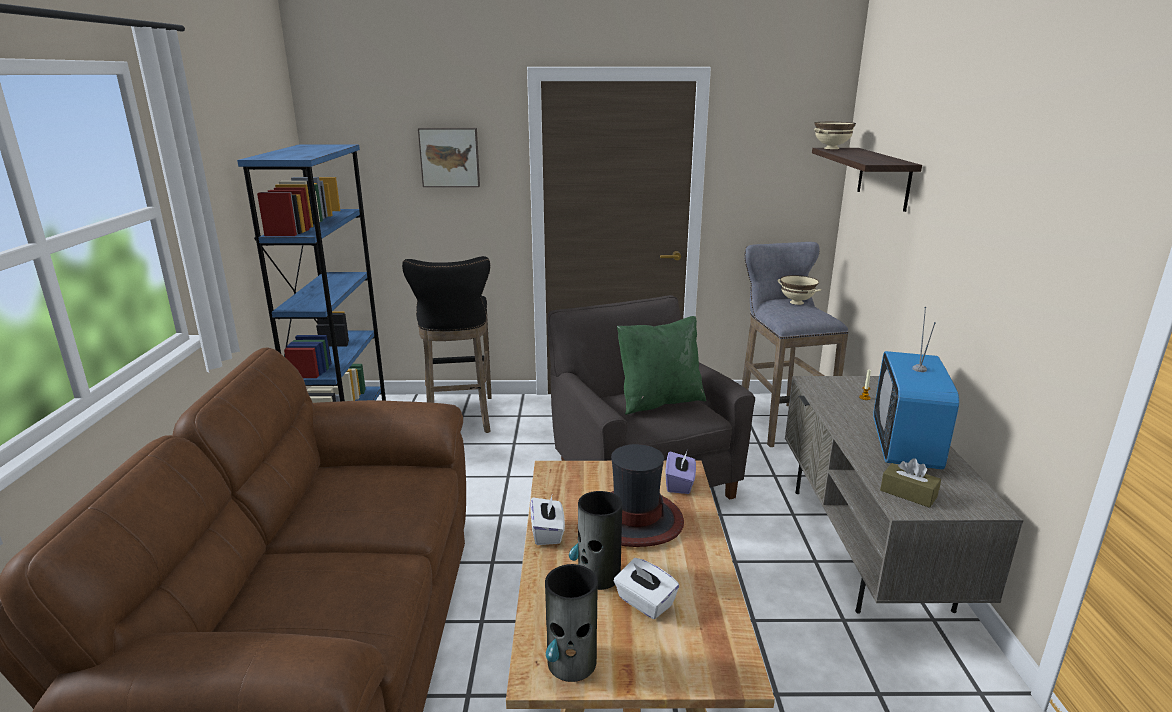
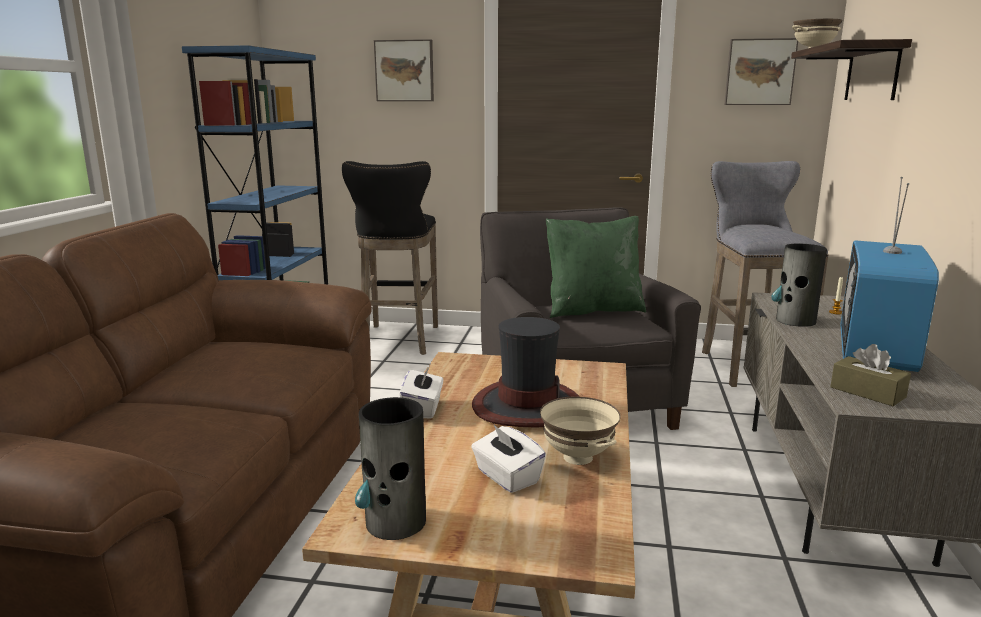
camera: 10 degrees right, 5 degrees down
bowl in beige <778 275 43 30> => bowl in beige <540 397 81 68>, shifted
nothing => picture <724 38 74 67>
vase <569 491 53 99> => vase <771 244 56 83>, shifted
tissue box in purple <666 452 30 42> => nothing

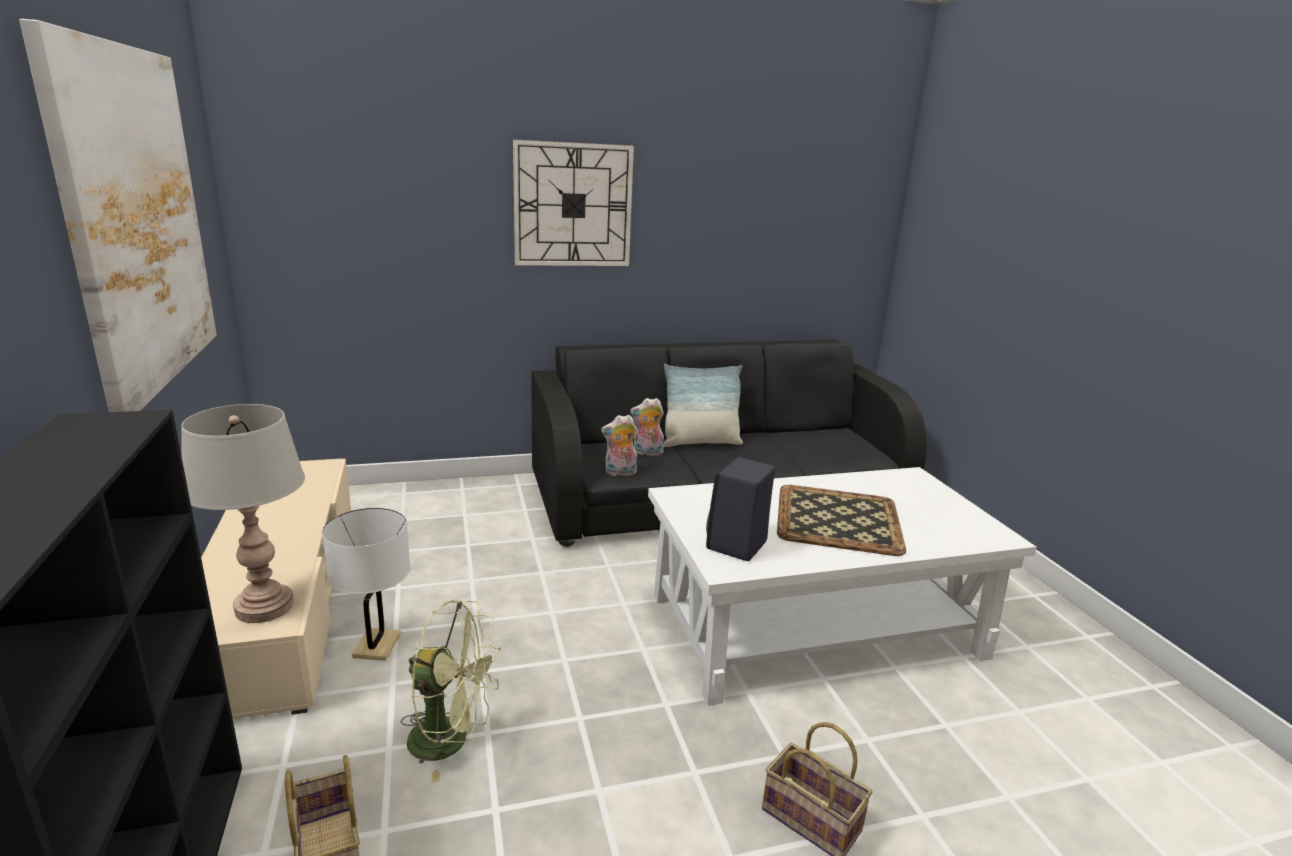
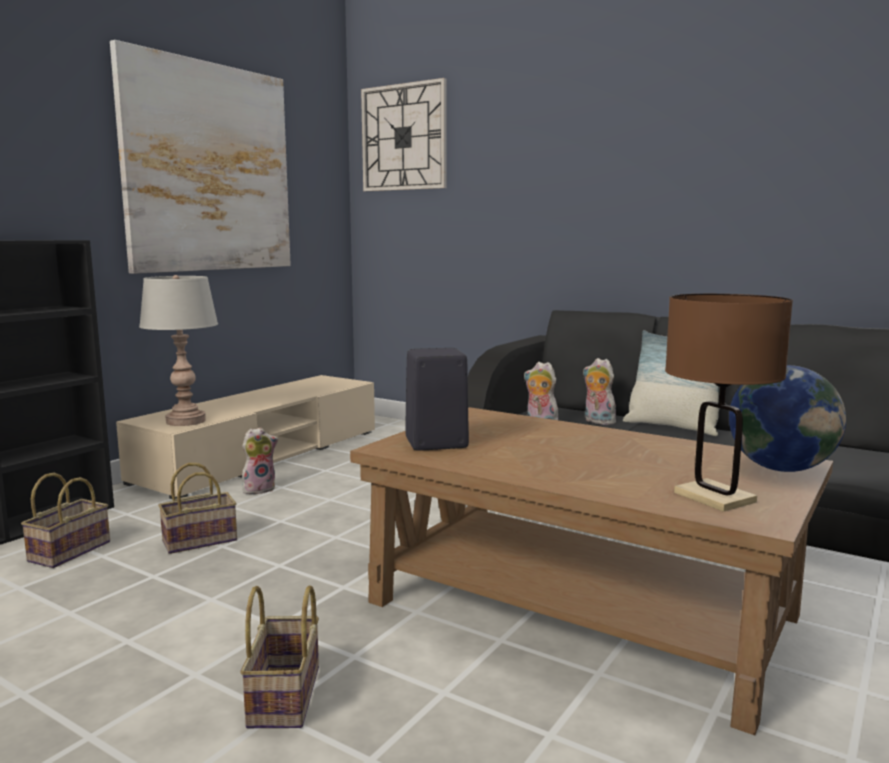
camera: 50 degrees right, 10 degrees down
fan in green <401 600 100 183> => basket <158 463 79 91>
table lamp in white <322 508 88 152> => plush toy <242 427 36 67>
coffee table in white <648 467 389 239> => coffee table in brown <350 407 483 328>
wall clock <513 140 121 126> => wall clock <361 78 85 113>, shifted
nothing => table lamp in brown <665 294 128 218>
nothing => globe <729 365 117 107>
tray <777 485 129 71> => nothing

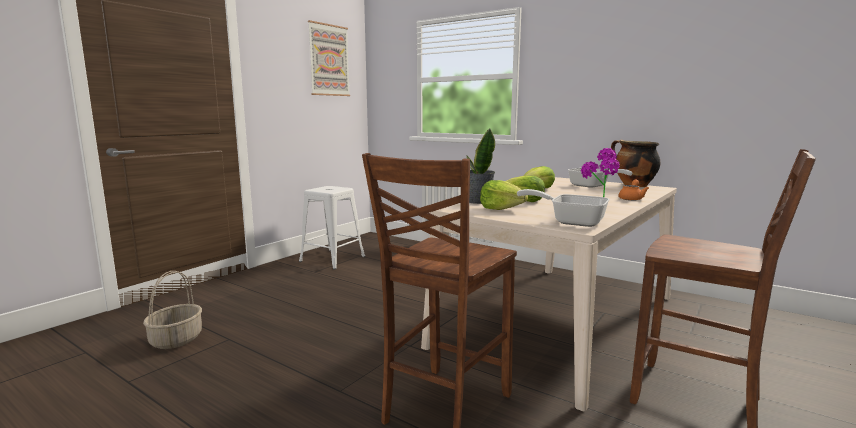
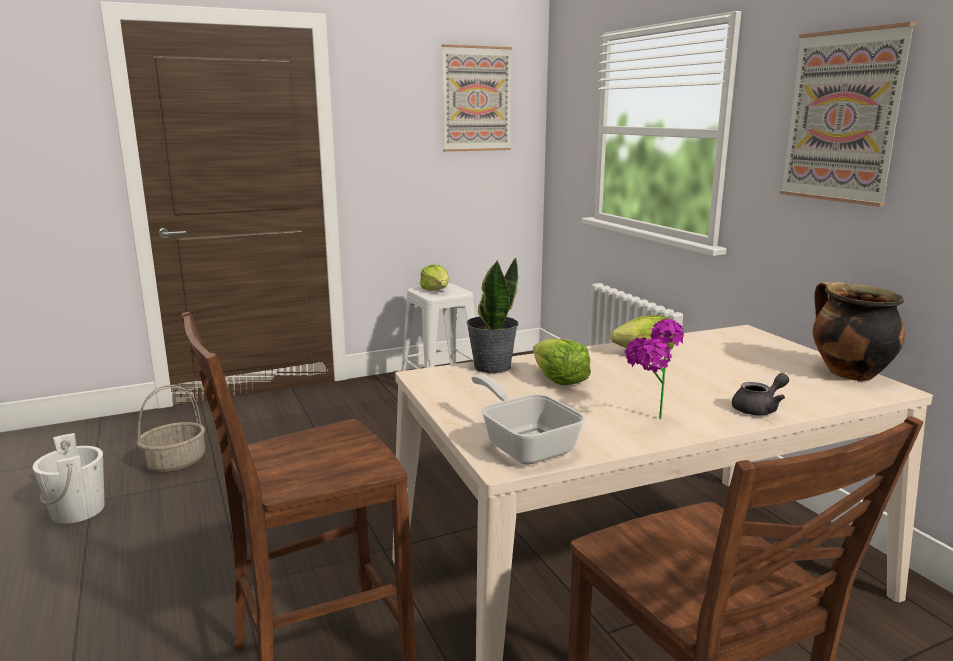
camera: 30 degrees right, 5 degrees up
nothing => bucket in white <33 433 72 91>
lettuce <480 180 48 30> => lettuce <420 265 29 26>, shifted
teapot in orange <618 179 31 22> => teapot in grey <732 373 57 42>
nothing => picture <779 22 137 185>
frying pan <568 168 64 20> => nothing

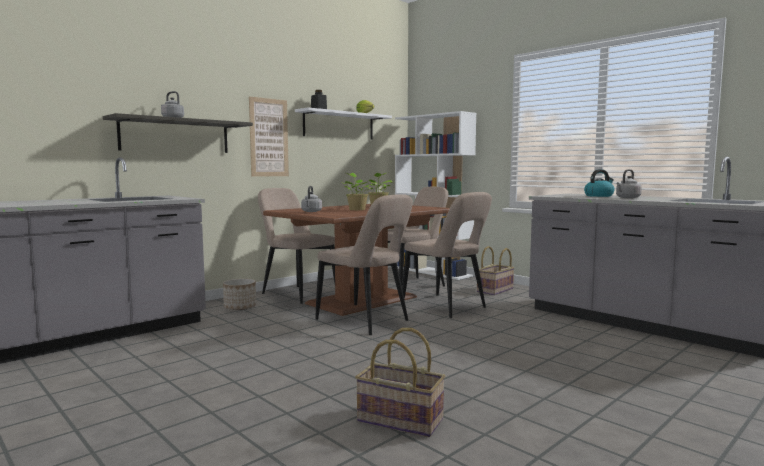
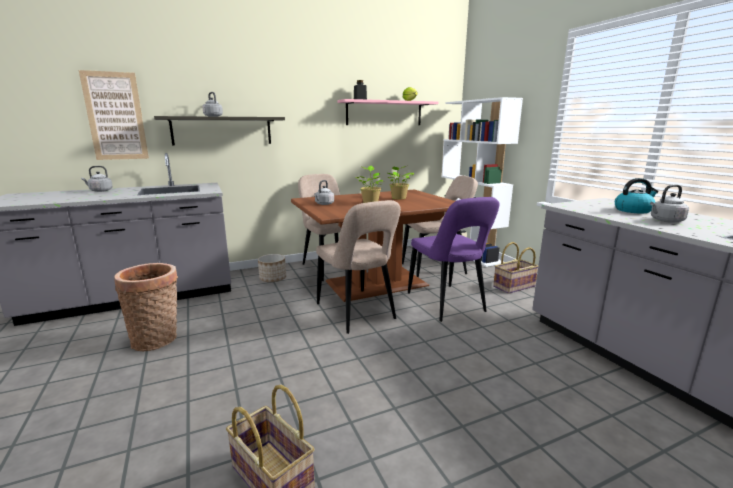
camera: 20 degrees right, 10 degrees up
picture <249 96 40 81> => picture <79 70 70 90>, shifted
nothing => kettle in grey <81 166 32 26>
nothing => basket <114 263 64 88>
shelf in white <295 107 97 33> => shelf in pink <337 99 101 26>
chair in beige <402 192 90 126> => chair in purple <408 197 92 125>

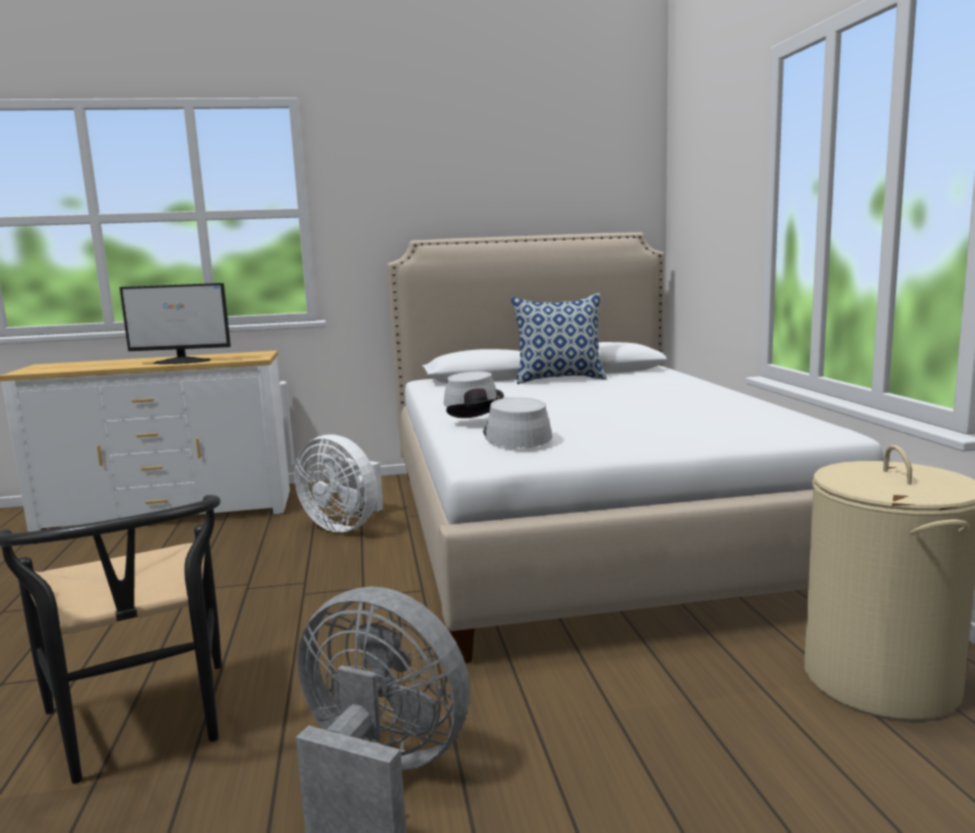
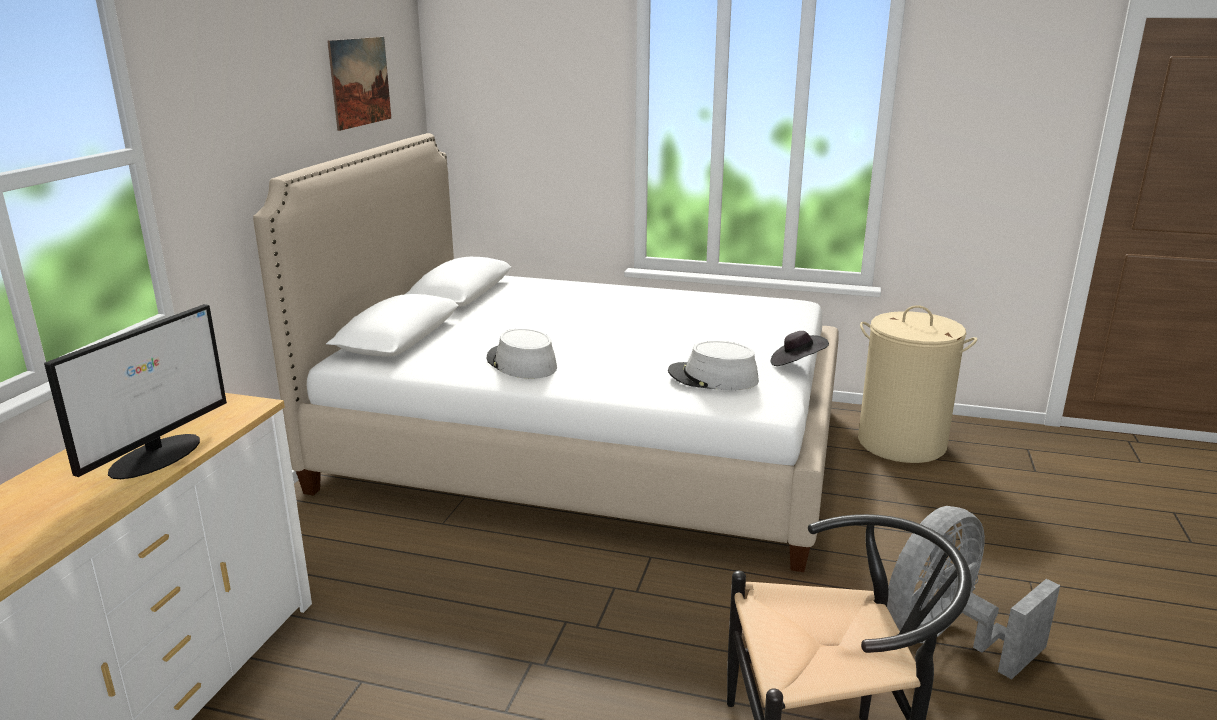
camera: 65 degrees left, 10 degrees up
nothing => picture <327 37 64 94>
hat in black <446 388 52 30> => hat in black <770 331 59 35>, shifted
fan in white <294 435 89 98> => nothing
pillow <511 293 96 91> => nothing

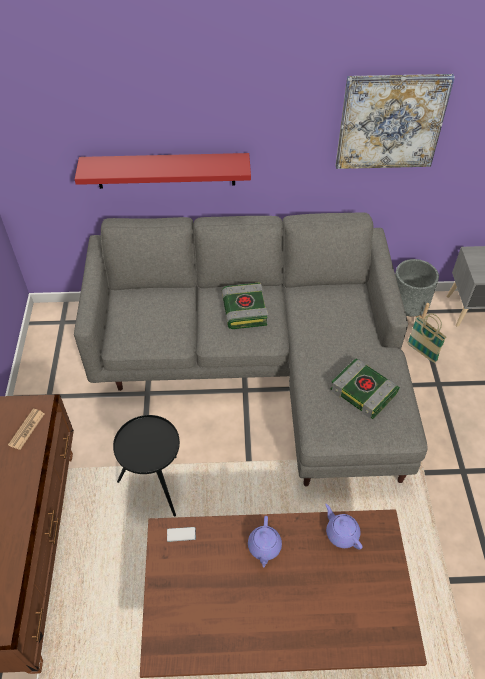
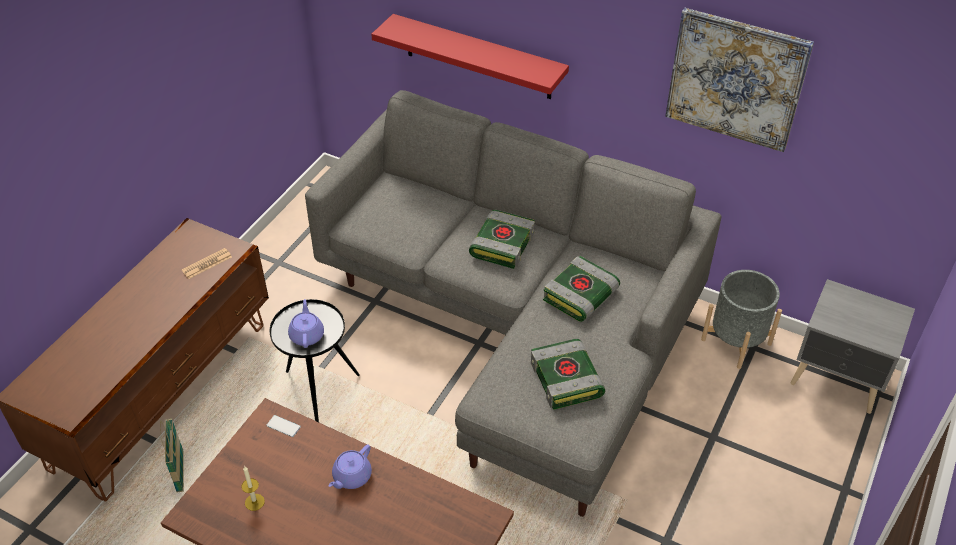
camera: 30 degrees right, 5 degrees down
basket <407 313 40 50> => basket <160 418 24 75>, shifted
nothing => candle <241 466 24 45>
teapot in purple <325 504 38 46> => teapot in purple <288 299 36 49>, shifted
nothing => book <543 256 77 66>

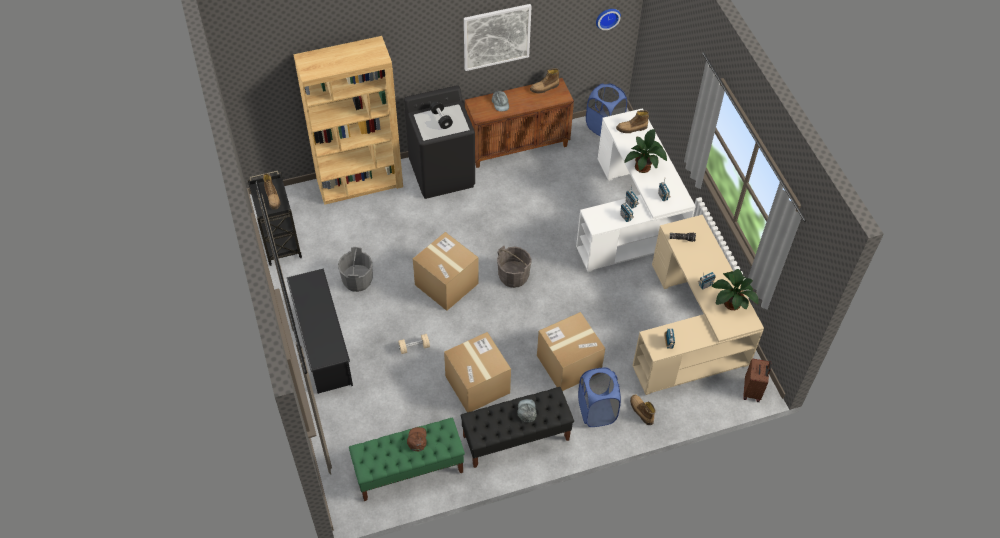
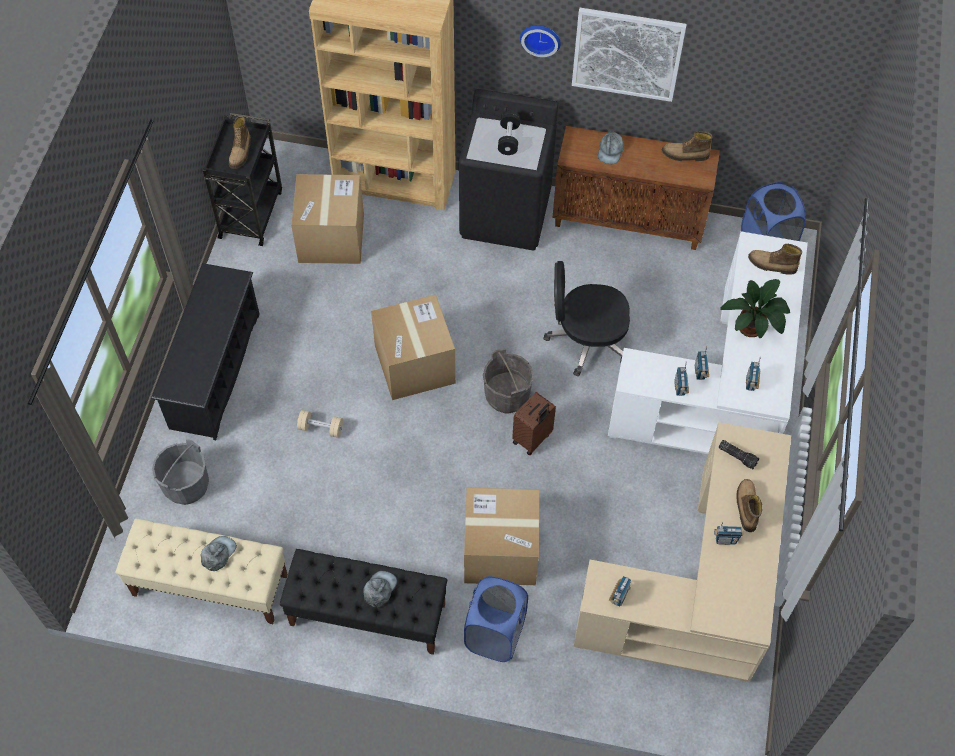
camera: 30 degrees right, 5 degrees up
bench in green <349 418 116 83> => bench in beige <115 518 173 106>
bucket in grey <338 247 35 45> => bucket in grey <152 439 57 66>, shifted
cap in brown <407 427 20 24> => cap in grey <201 536 36 35>
cardboard box <444 332 67 80> => cardboard box <291 174 73 90>, shifted
suitcase in brown <743 359 28 43> => suitcase in brown <512 392 44 63>, shifted
wall clock <596 9 25 21> => wall clock <520 25 41 32>, shifted
nothing => office chair in black <543 261 87 115>
boot <630 395 26 30> => boot <736 479 26 53>, shifted
potted plant <712 269 47 41> => nothing

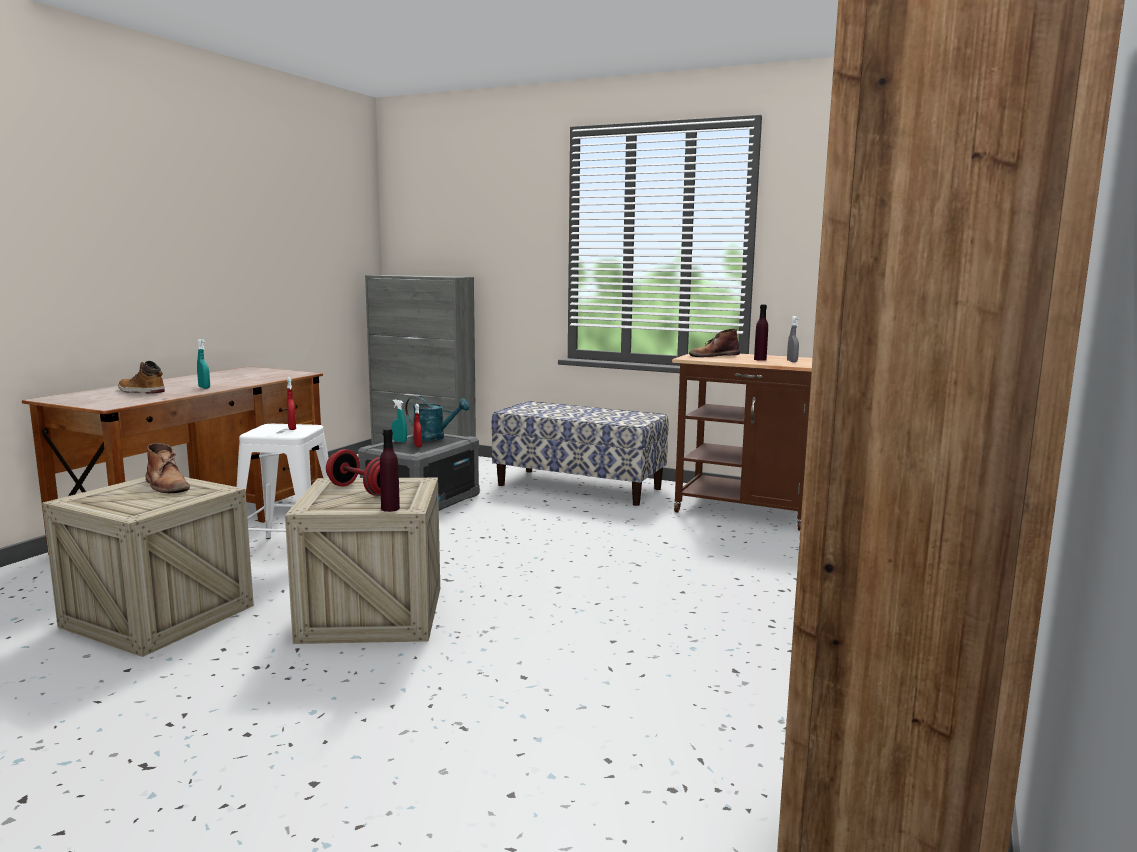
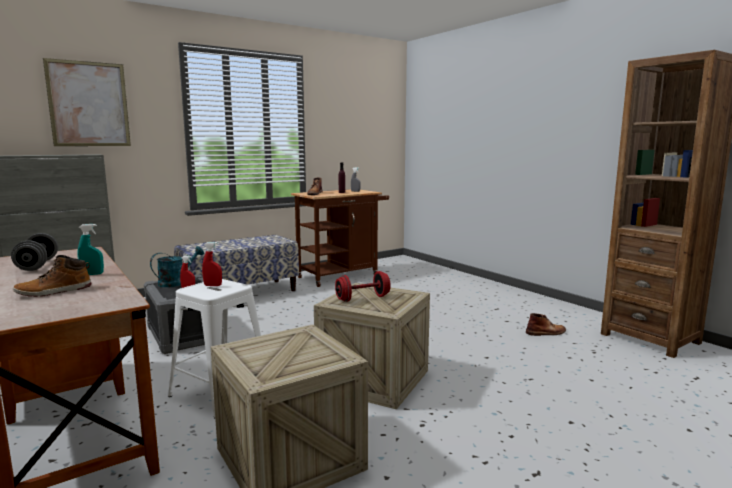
camera: 60 degrees left, 0 degrees up
nothing => dumbbell in grey <11 233 47 38>
nothing => picture <43 58 88 88>
boot in brown <146 443 44 50> => boot in brown <526 313 40 23>, shifted
bottle in purple <380 428 20 84> => nothing
spray bottle in turquoise <392 400 15 43> => nothing

